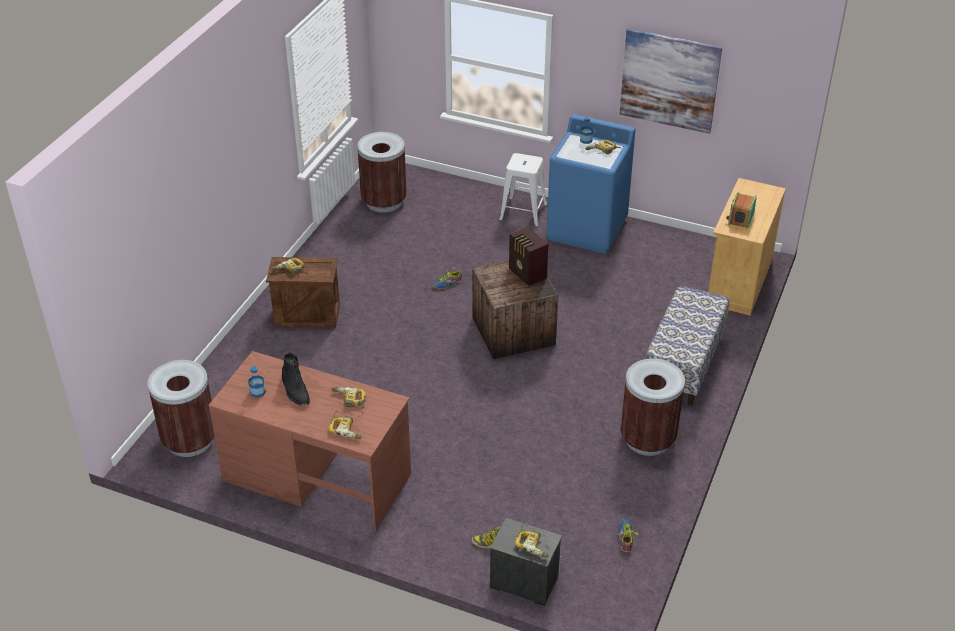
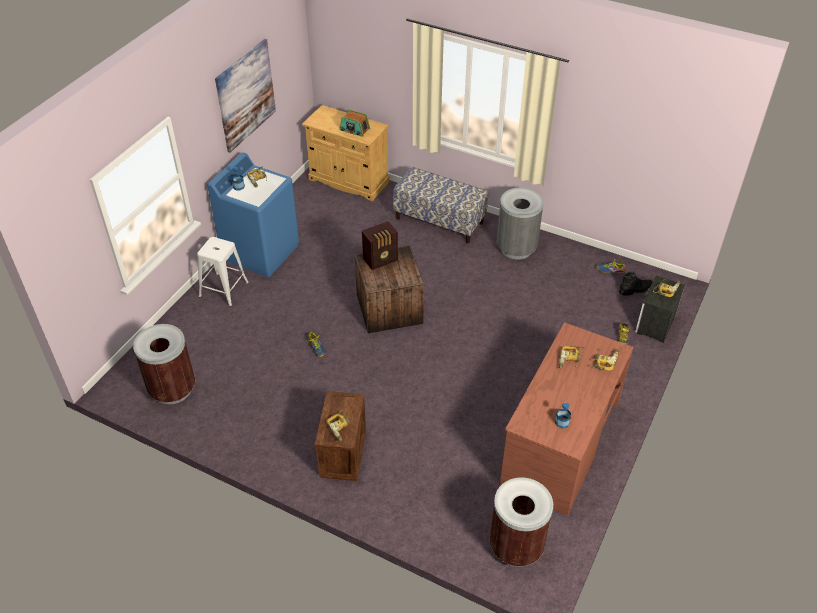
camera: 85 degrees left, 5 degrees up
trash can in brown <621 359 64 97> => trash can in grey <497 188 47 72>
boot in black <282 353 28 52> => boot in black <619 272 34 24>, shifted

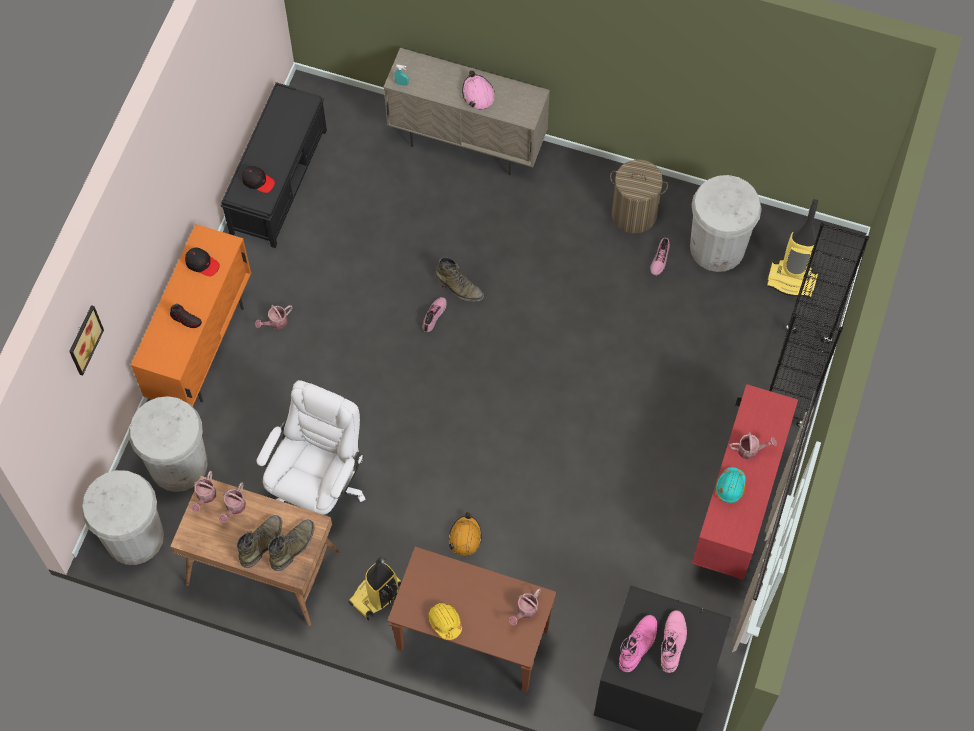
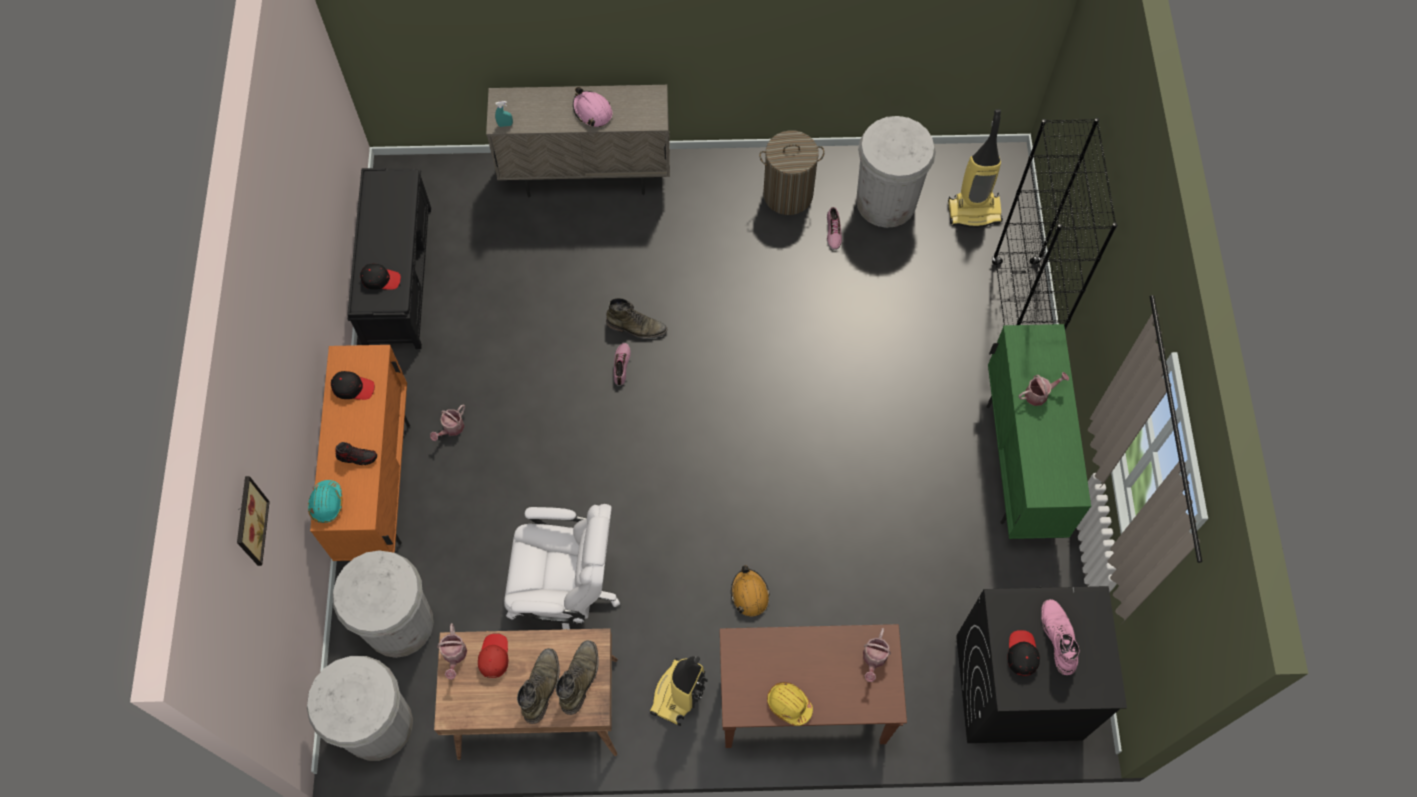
camera: 20 degrees left, 0 degrees up
hard hat in turquoise <716 467 30 36> => hard hat in turquoise <308 480 35 43>, shifted
watering can <219 483 27 40> => cap in red <478 633 30 45>
office chair in white <256 380 109 135> => office chair in white <504 504 116 126>, 90 degrees clockwise
cabinet in red <692 384 106 196> => cabinet in green <987 324 104 215>
boot in pink <619 615 38 57> => cap in black <1008 630 32 46>

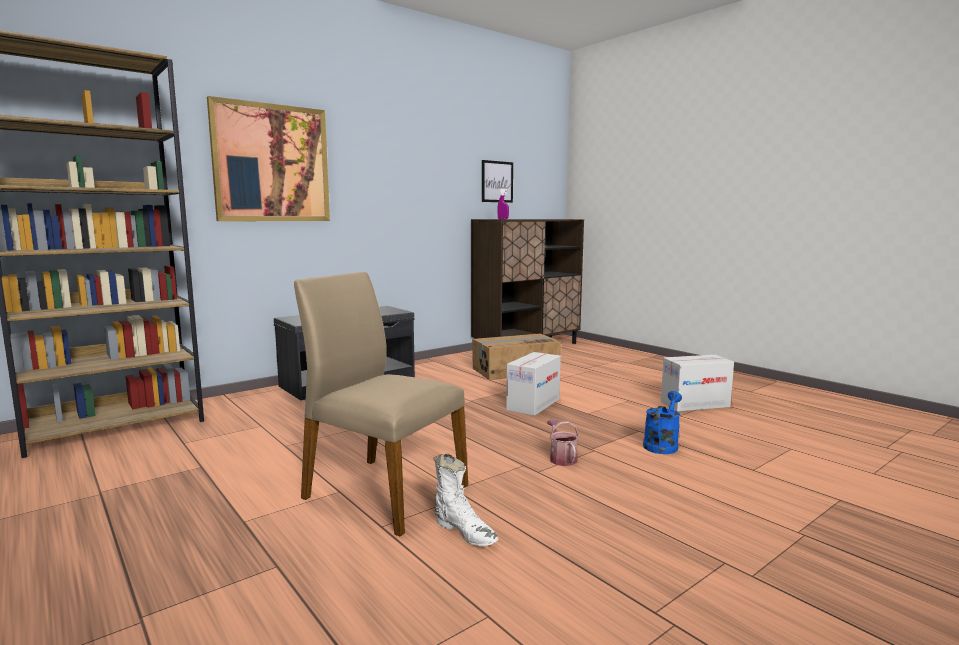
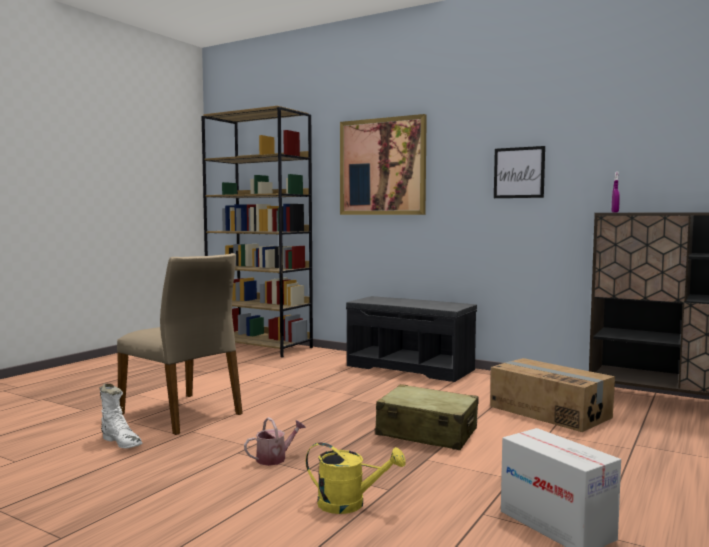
camera: 70 degrees right, 5 degrees down
boot in white <433 454 66 93> => boot in white <99 384 44 64>, 75 degrees counterclockwise
chair in beige <294 272 174 264> => chair in beige <117 253 126 182>, 120 degrees clockwise
watering can in blue <643 391 39 63> => watering can in yellow <306 442 100 72>
cardboard box <506 352 55 64> => suitcase in beige <375 384 104 66>
picture <482 160 31 43> => picture <494 146 51 52>, shifted

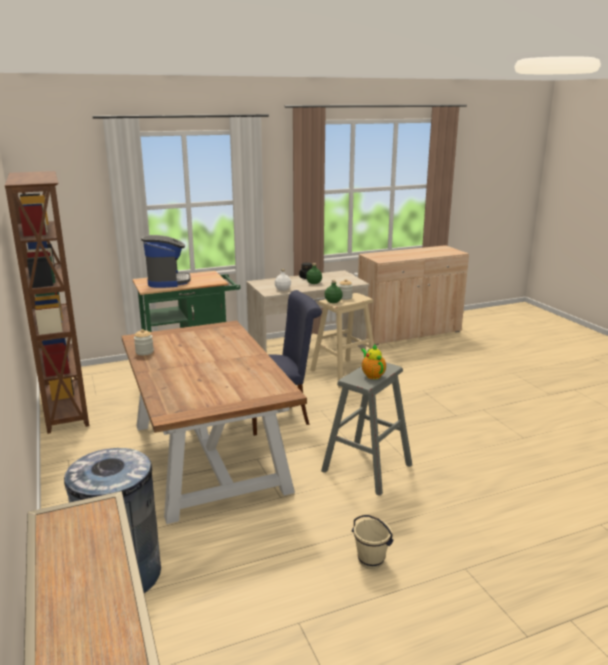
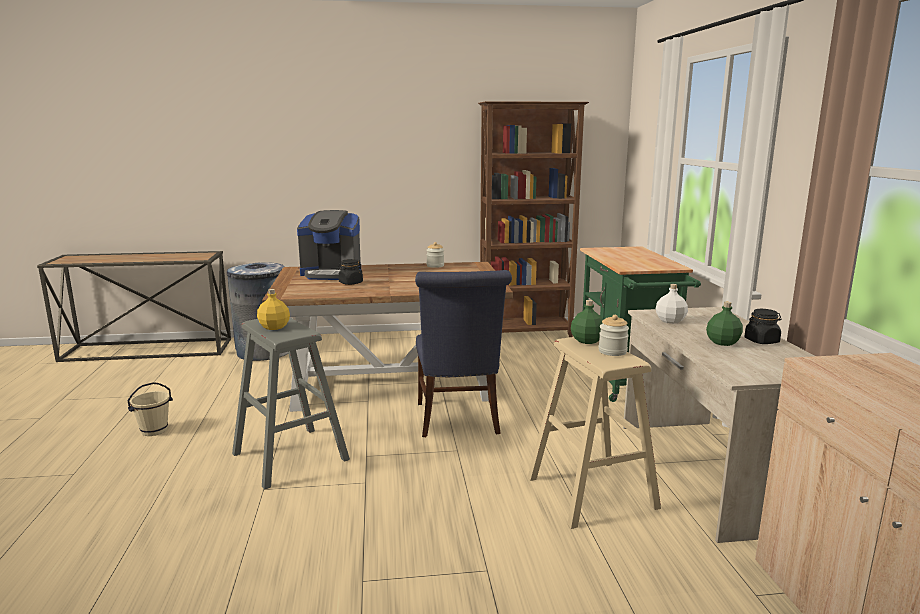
camera: 105 degrees right, 5 degrees down
teapot <361 344 25 35> => bottle in yellow <257 289 33 41>
coffee machine <141 235 50 53> => coffee machine <297 210 64 70>, shifted
nothing => jar in black <338 259 25 26>

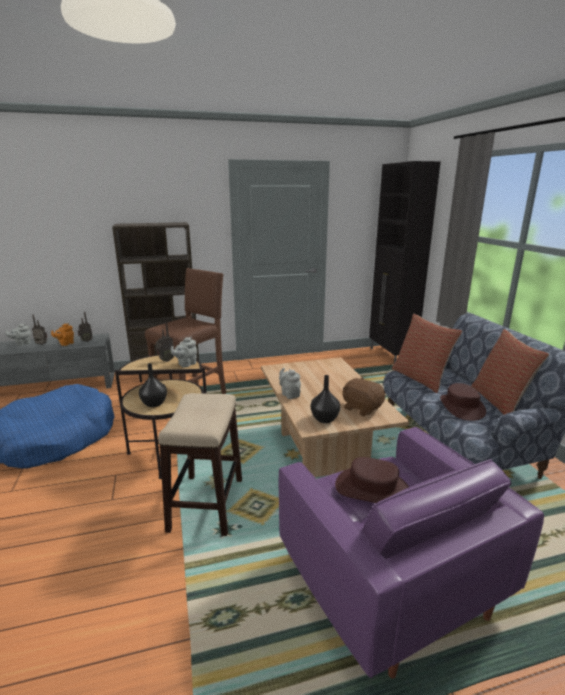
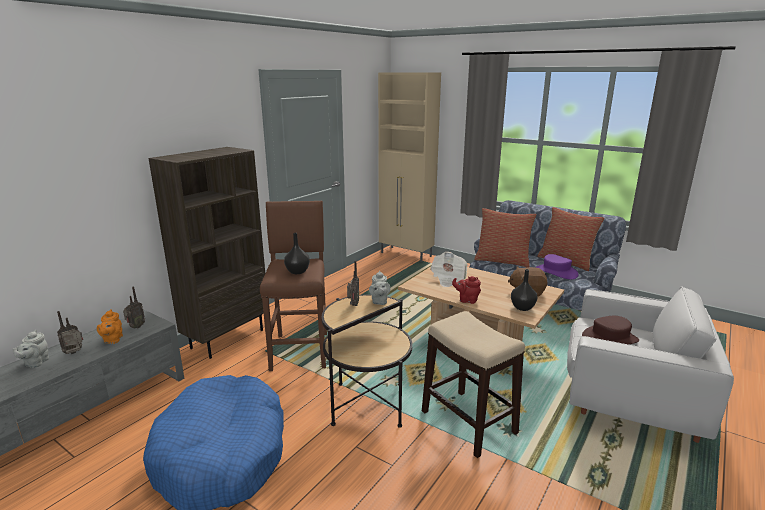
camera: 40 degrees left, 0 degrees up
vase in black <139 363 28 44> => vase in black <284 233 26 41>, shifted
cabinet in black <369 161 72 202> => cabinet in beige <378 73 63 189>
nothing => newspaper <430 252 38 35>
teapot in grey <279 368 22 31> => teapot in red <452 276 29 28>
hat in brown <440 383 46 38> => hat in purple <536 254 43 25>
armchair in purple <279 427 265 252> => armchair in white <567 286 167 157>

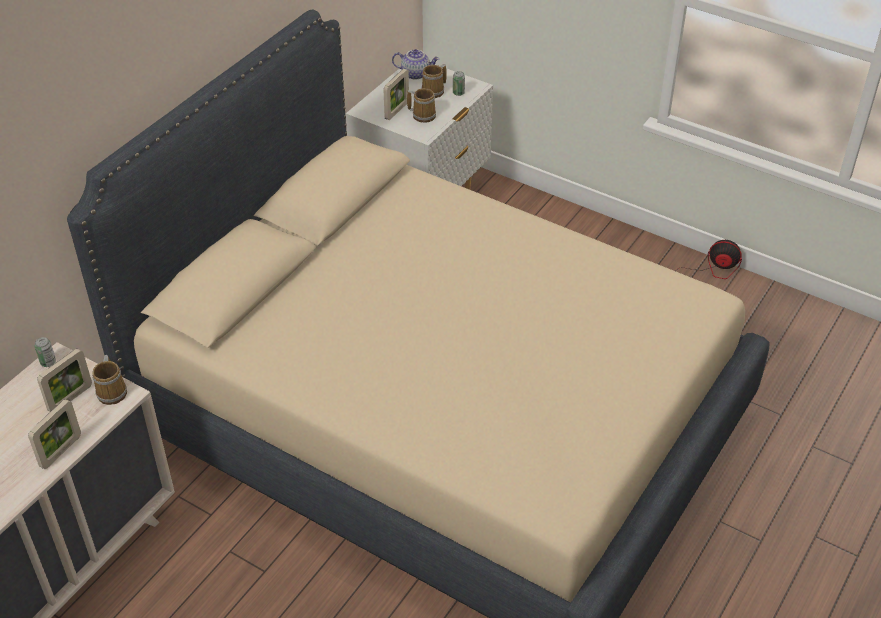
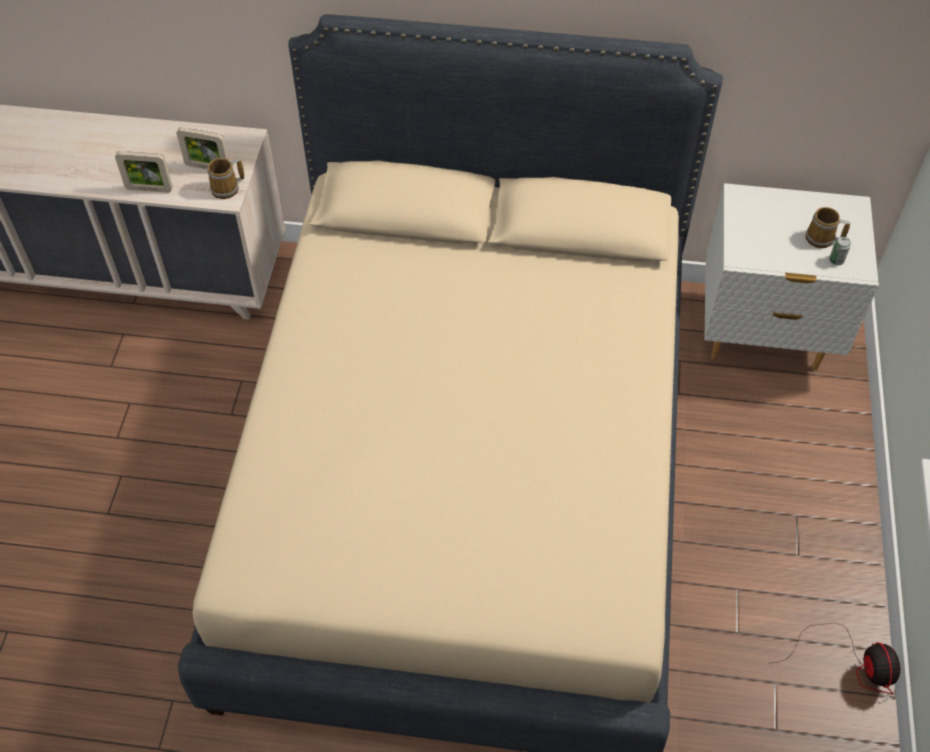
camera: 65 degrees right, 10 degrees up
can <35 337 21 30> => nothing
picture frame <384 69 25 51> => nothing
teapot <392 49 47 31> => nothing
mug <407 88 29 34> => nothing

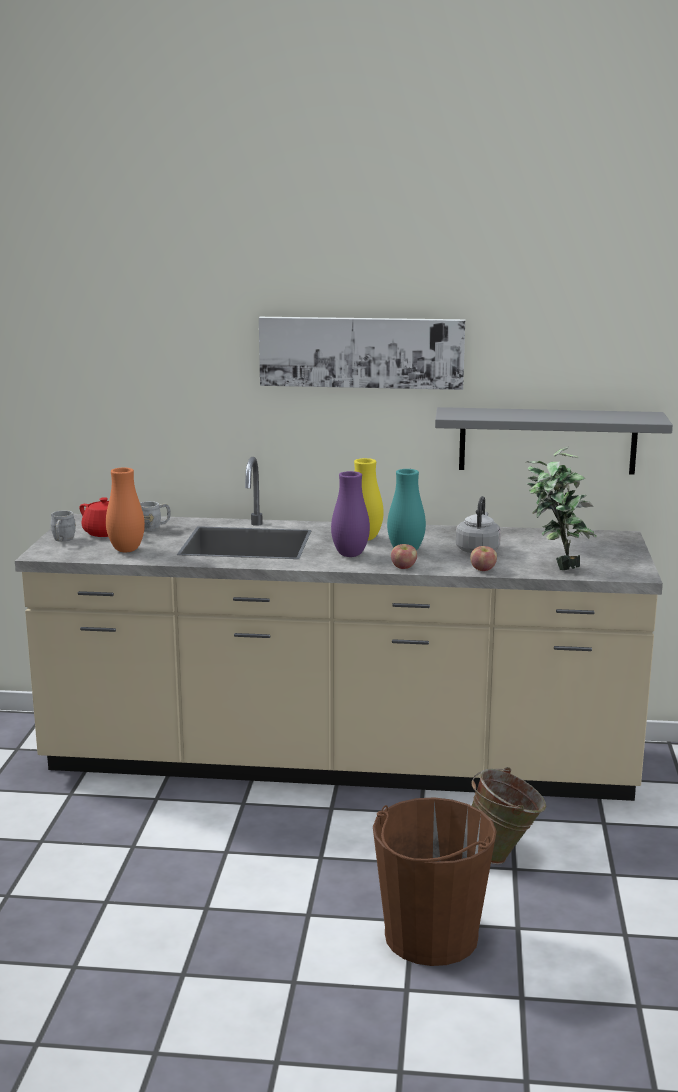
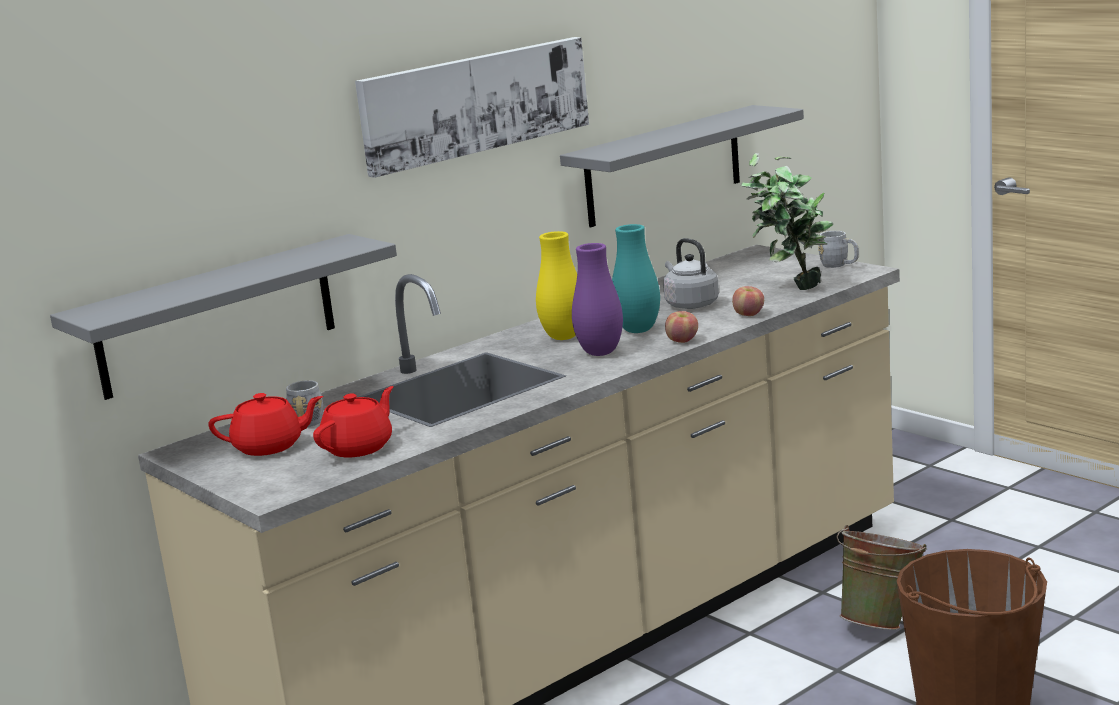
camera: 45 degrees left, 0 degrees up
nothing => shelf in grey <50 234 347 166>
vase in orange <106 468 39 84> => teapot in red <313 386 81 71>
mug in grey <50 510 26 32> => mug in grey <818 231 41 37>, shifted

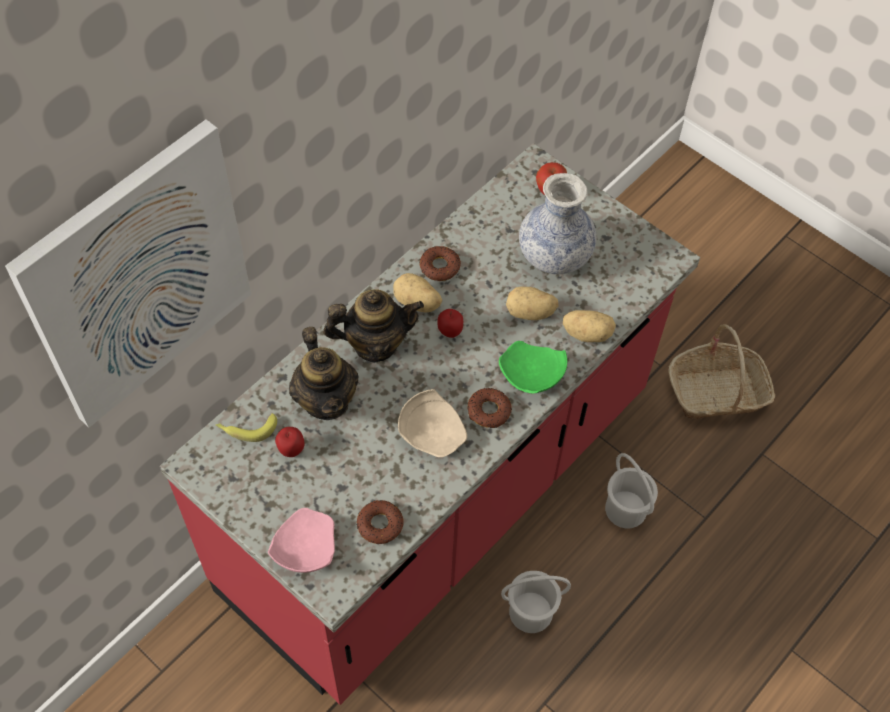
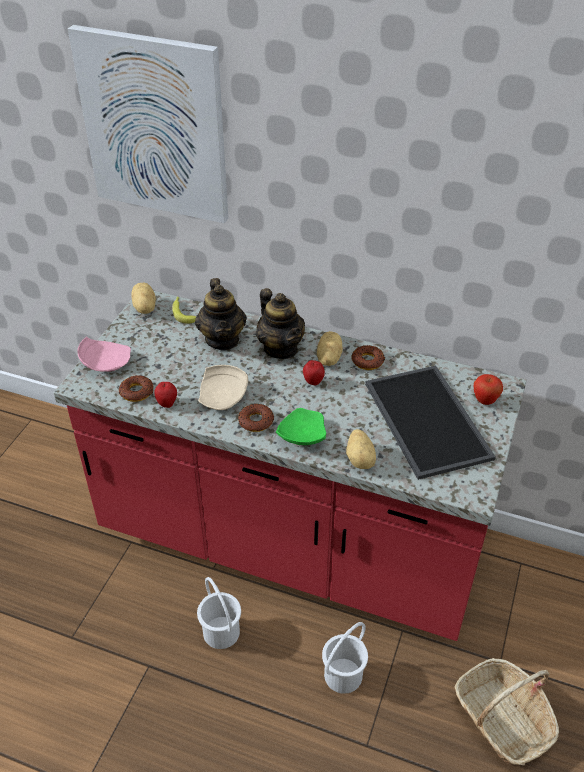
camera: 70 degrees right, 15 degrees down
potato <506 287 52 33> => potato <131 282 25 32>, shifted
apple <275 427 30 30> => apple <154 382 23 26>, shifted
teapot <289 327 69 93> => teapot <195 278 52 72>, 60 degrees counterclockwise
vase <519 173 77 101> => tray <365 366 131 114>

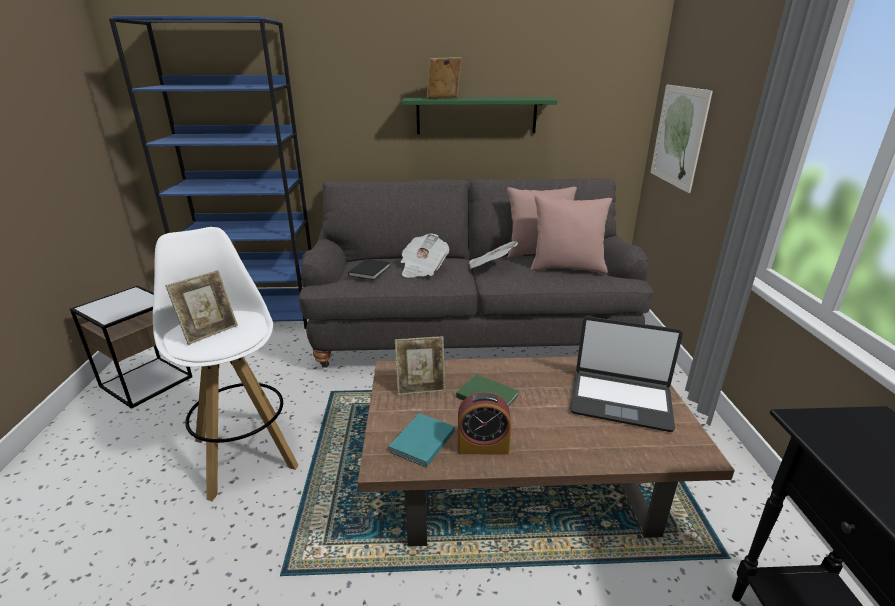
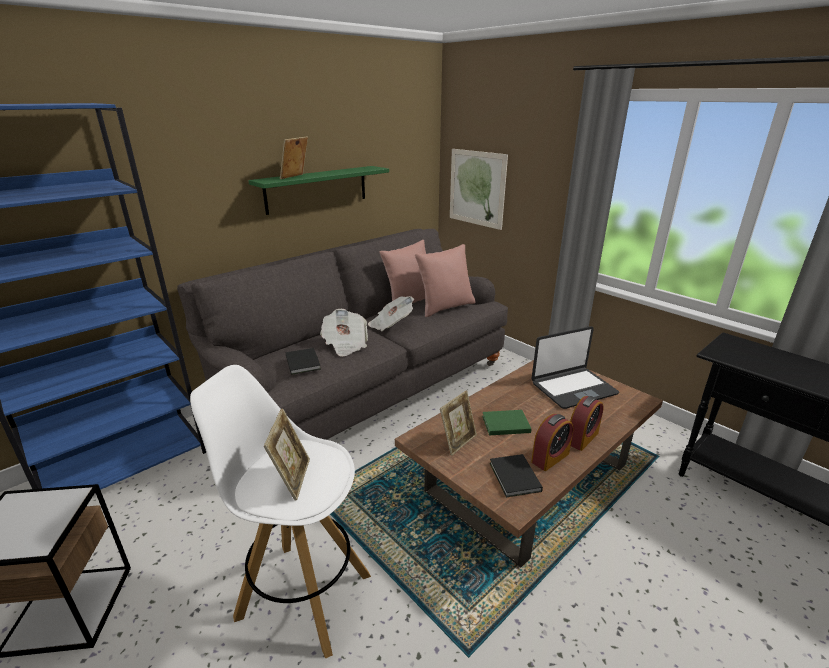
camera: 40 degrees left, 0 degrees up
book in turquoise <388 413 67 54> => book in black <490 454 53 43>
nothing => alarm clock <570 396 33 55>

